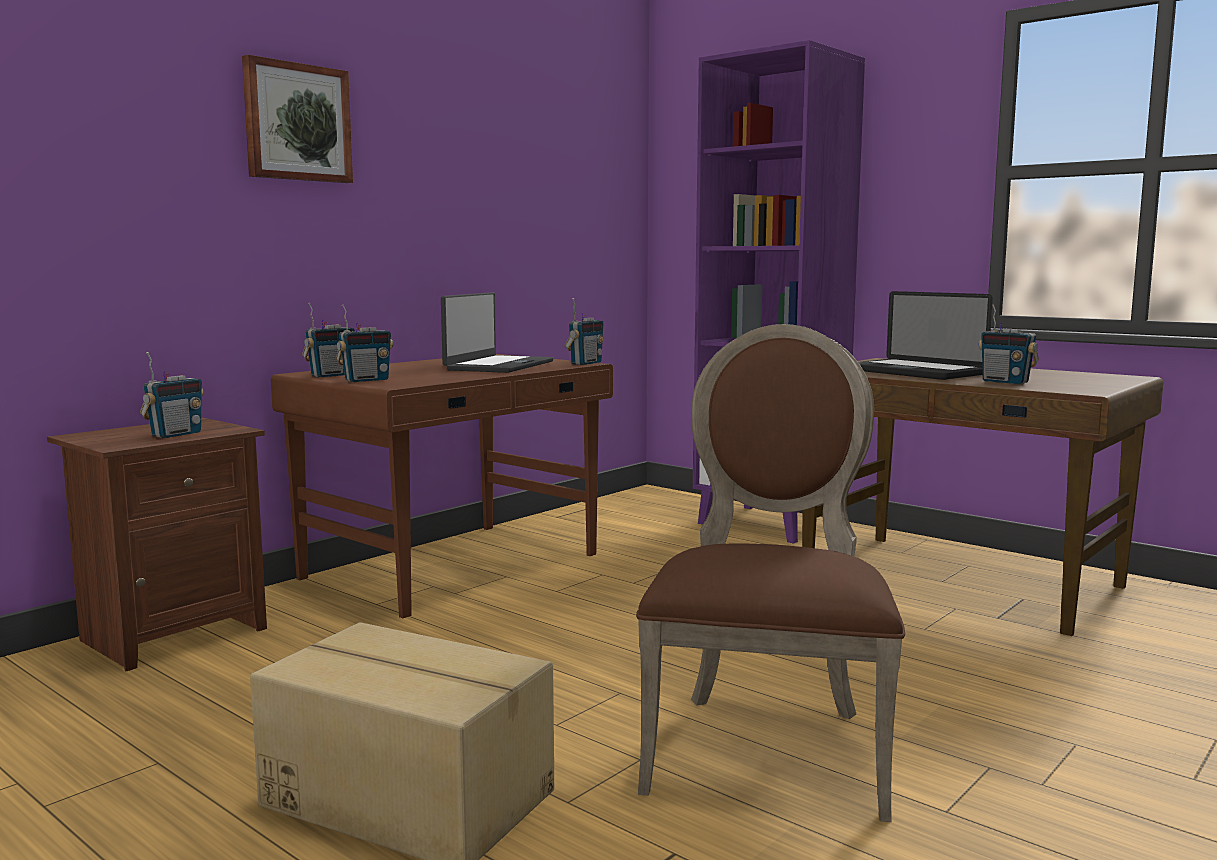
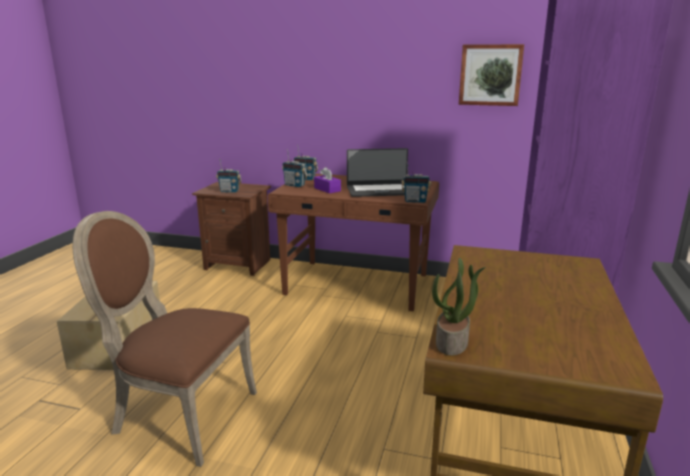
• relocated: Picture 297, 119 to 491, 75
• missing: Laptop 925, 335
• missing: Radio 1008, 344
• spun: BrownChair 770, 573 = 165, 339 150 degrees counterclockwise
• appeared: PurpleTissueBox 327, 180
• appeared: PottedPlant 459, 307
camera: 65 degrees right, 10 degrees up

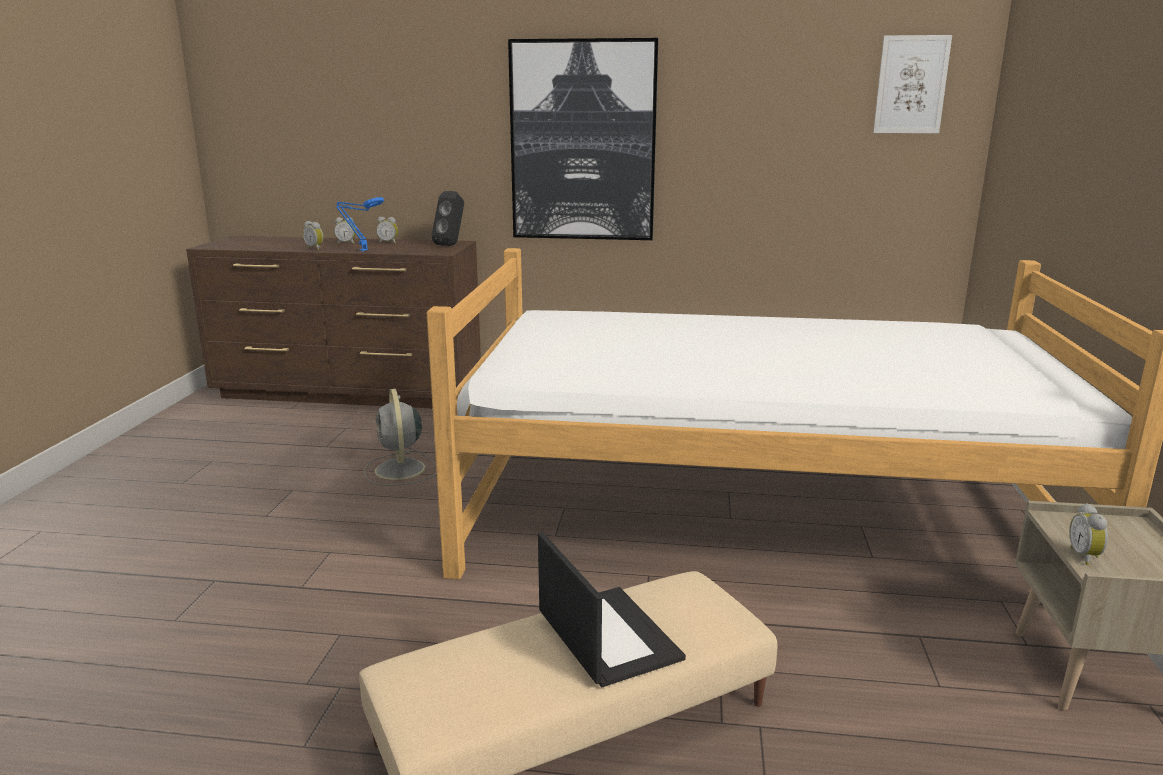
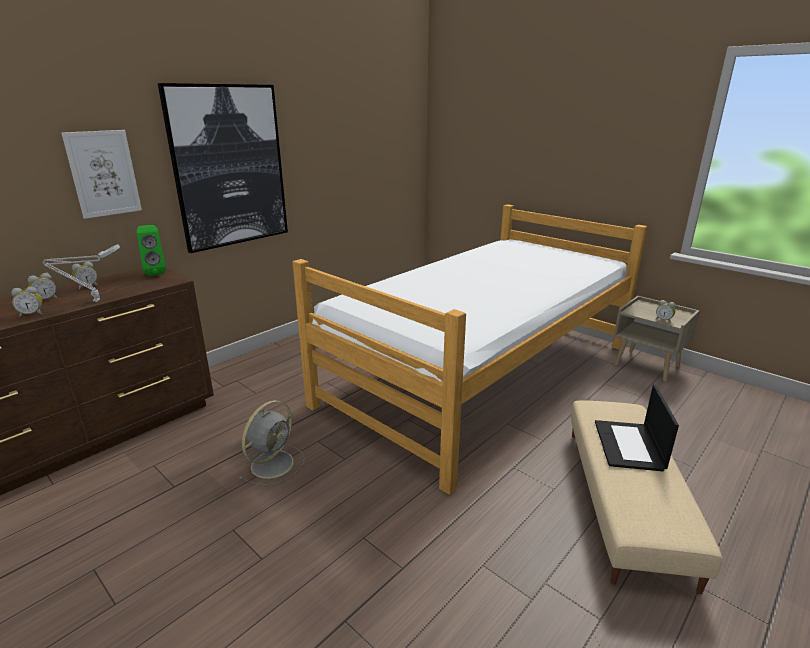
• relocated: Picture 912, 84 to 102, 174
• colour: BlackSpeaker 447, 218 to GreenSpeaker 151, 250
• colour: BlueTableLamp 360, 224 to GreyTableLamp 81, 273
• spun: GreyFan 400, 437 = 272, 442 75 degrees counterclockwise
• spun: Laptop 612, 609 = 637, 428 90 degrees counterclockwise
camera: 55 degrees left, 5 degrees up

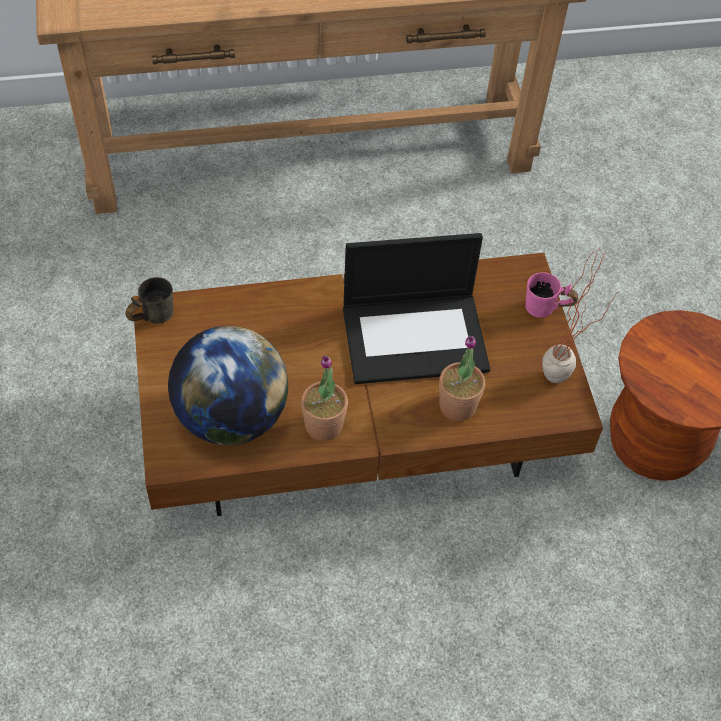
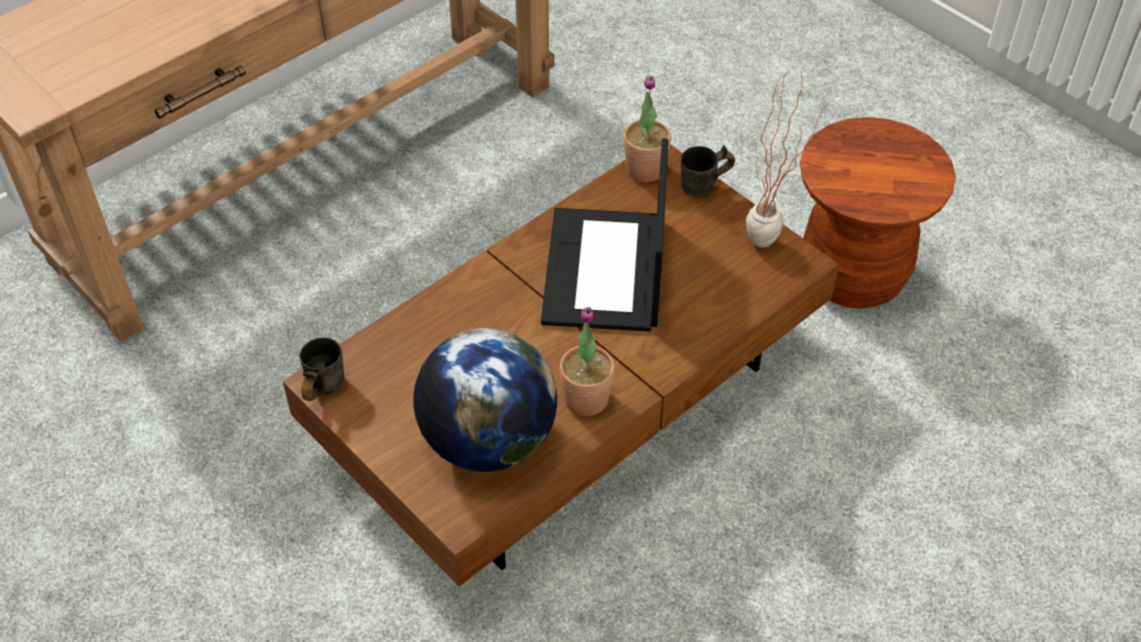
• spun: Laptop 416, 308 = 604, 234 135 degrees clockwise
• colour: PinkMug 551, 295 to GreyMug 708, 171
• relocated: PottedPlant 462, 378 to 647, 129
camera: 30 degrees left, 5 degrees down

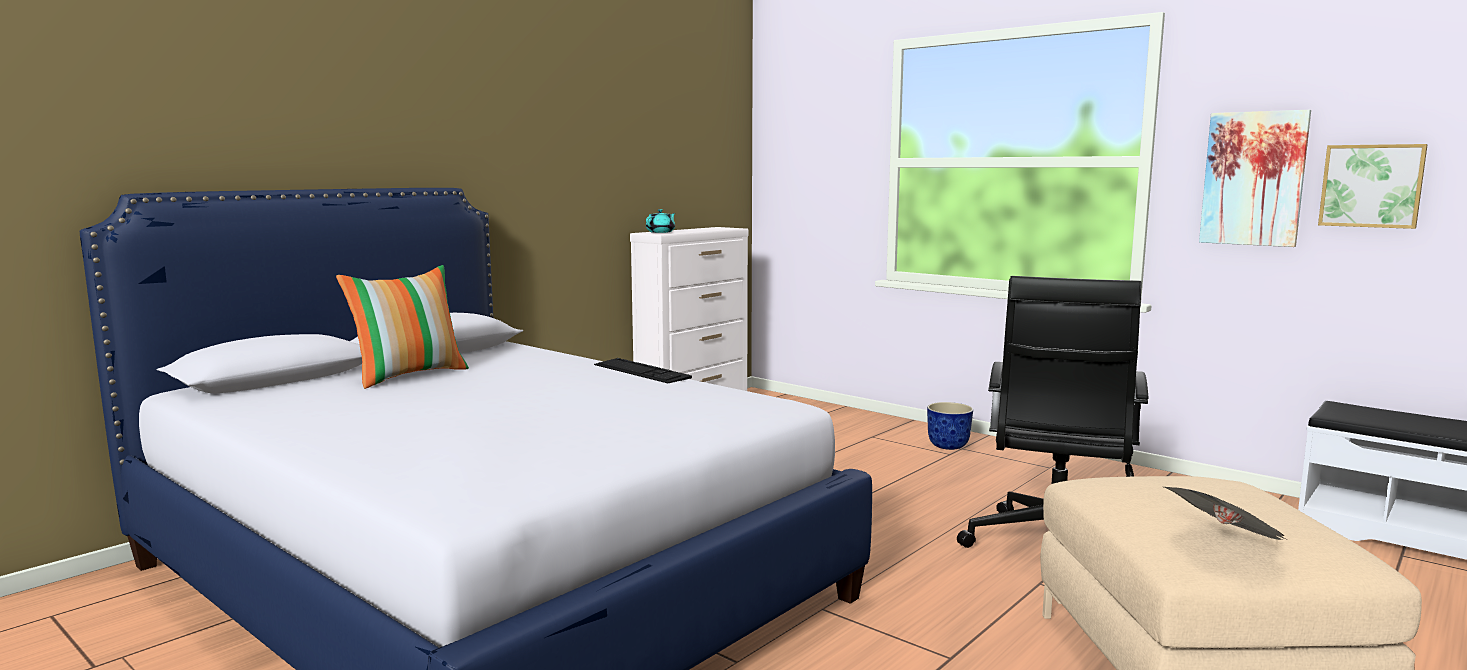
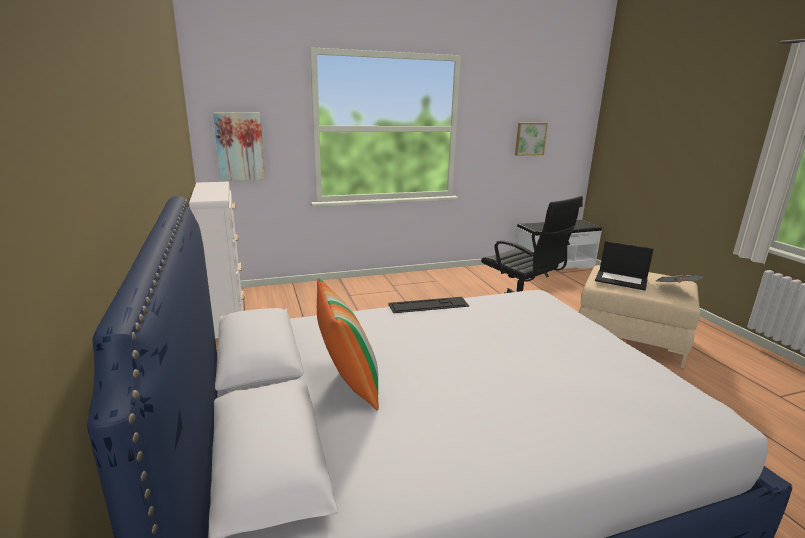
• relocated: Picture 1255, 178 to 239, 146
• missing: TurquoiseTeapot 661, 221
• missing: Planter 950, 426
• appeared: Laptop 624, 265
camera: 60 degrees left, 10 degrees up

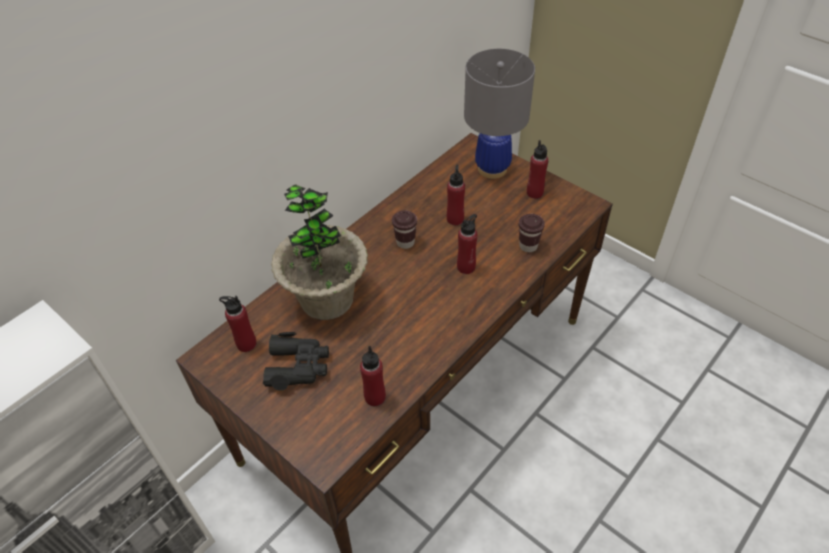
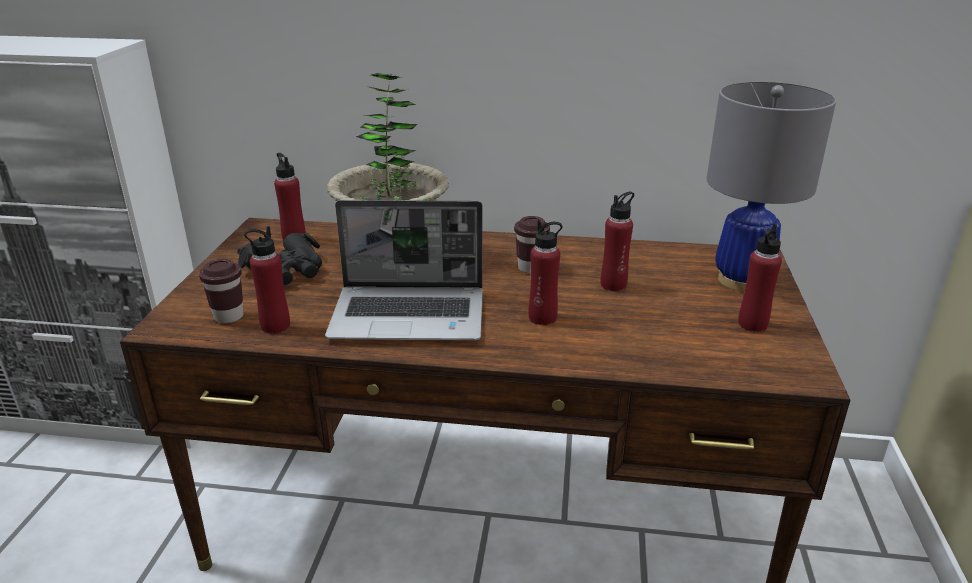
• relocated: BrownCup 532, 233 to 221, 291
• appeared: Laptop 404, 270
camera: 55 degrees right, 20 degrees down

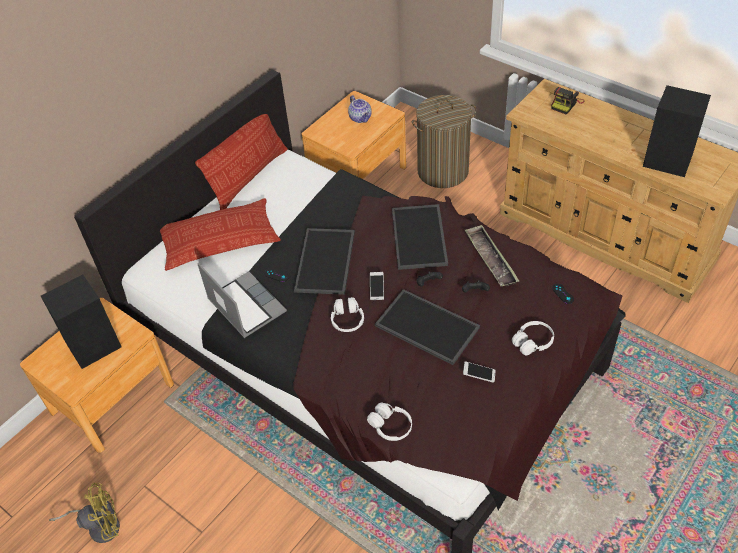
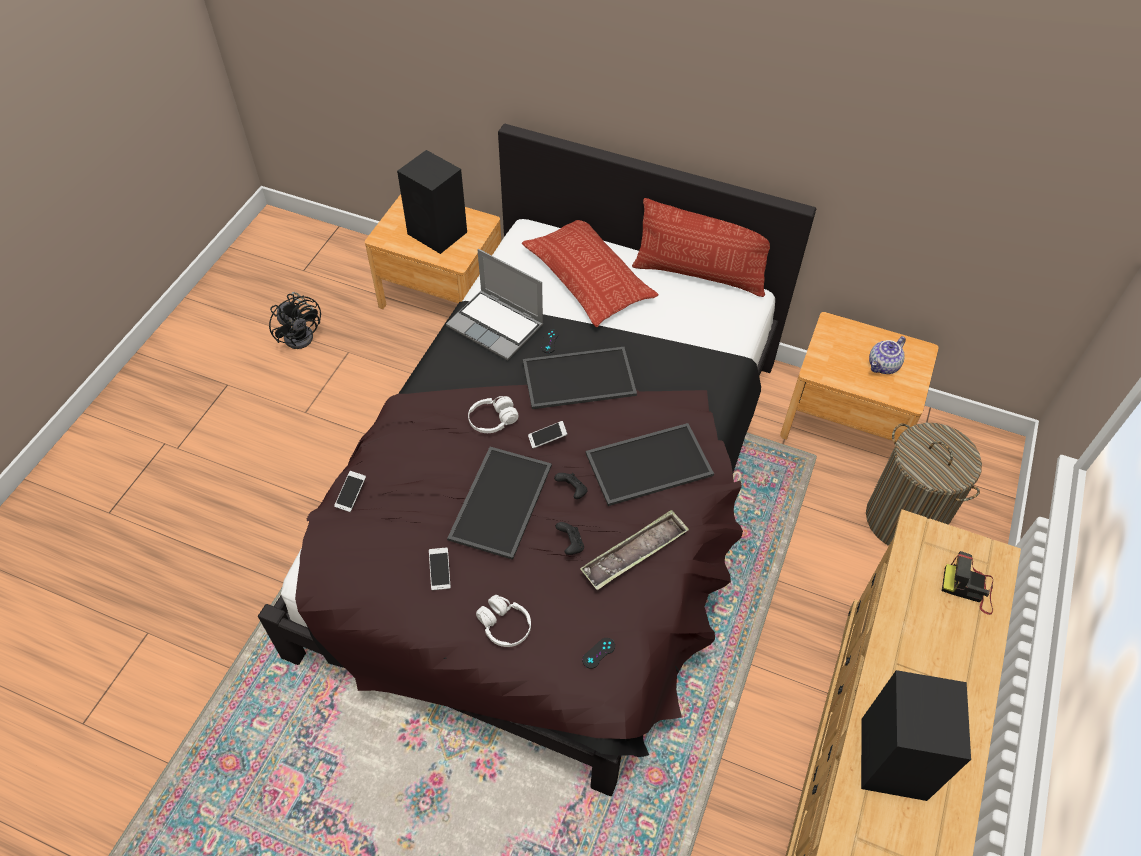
• spun: Laptop 242, 300 = 494, 304 90 degrees clockwise
• exchanged: WhiteHeadphones 389, 421 to Phone 350, 491
• colour: YellowFan 84, 513 to BlackFan 295, 320
camera: 70 degrees right, 5 degrees up

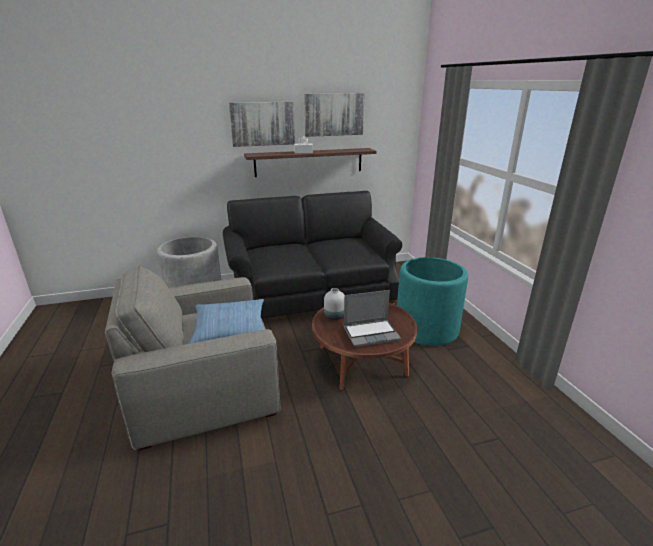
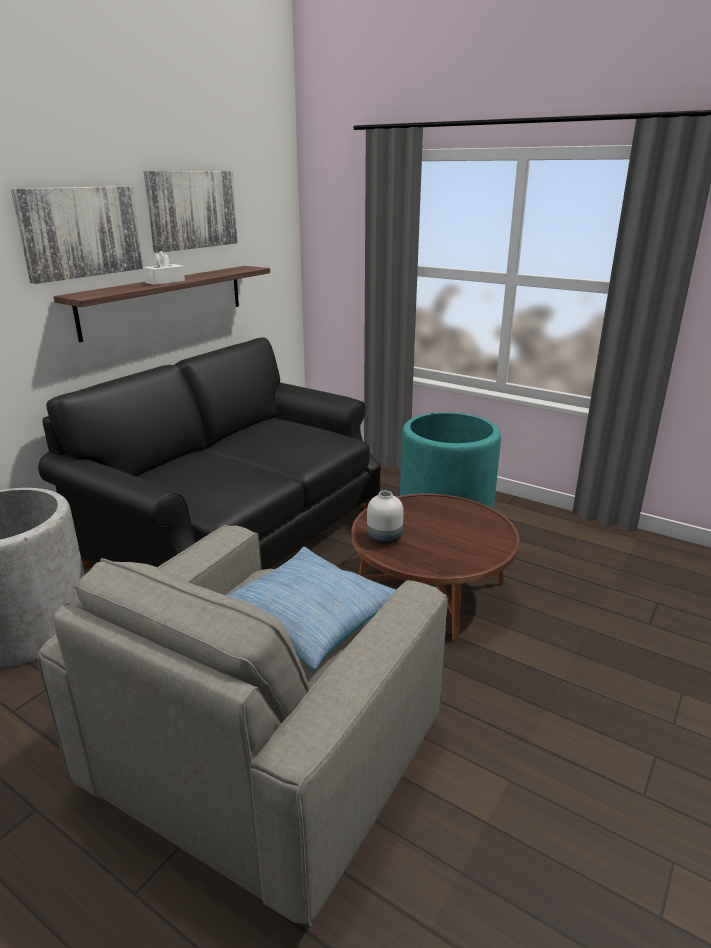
• missing: Laptop 372, 318
camera: 40 degrees left, 0 degrees up

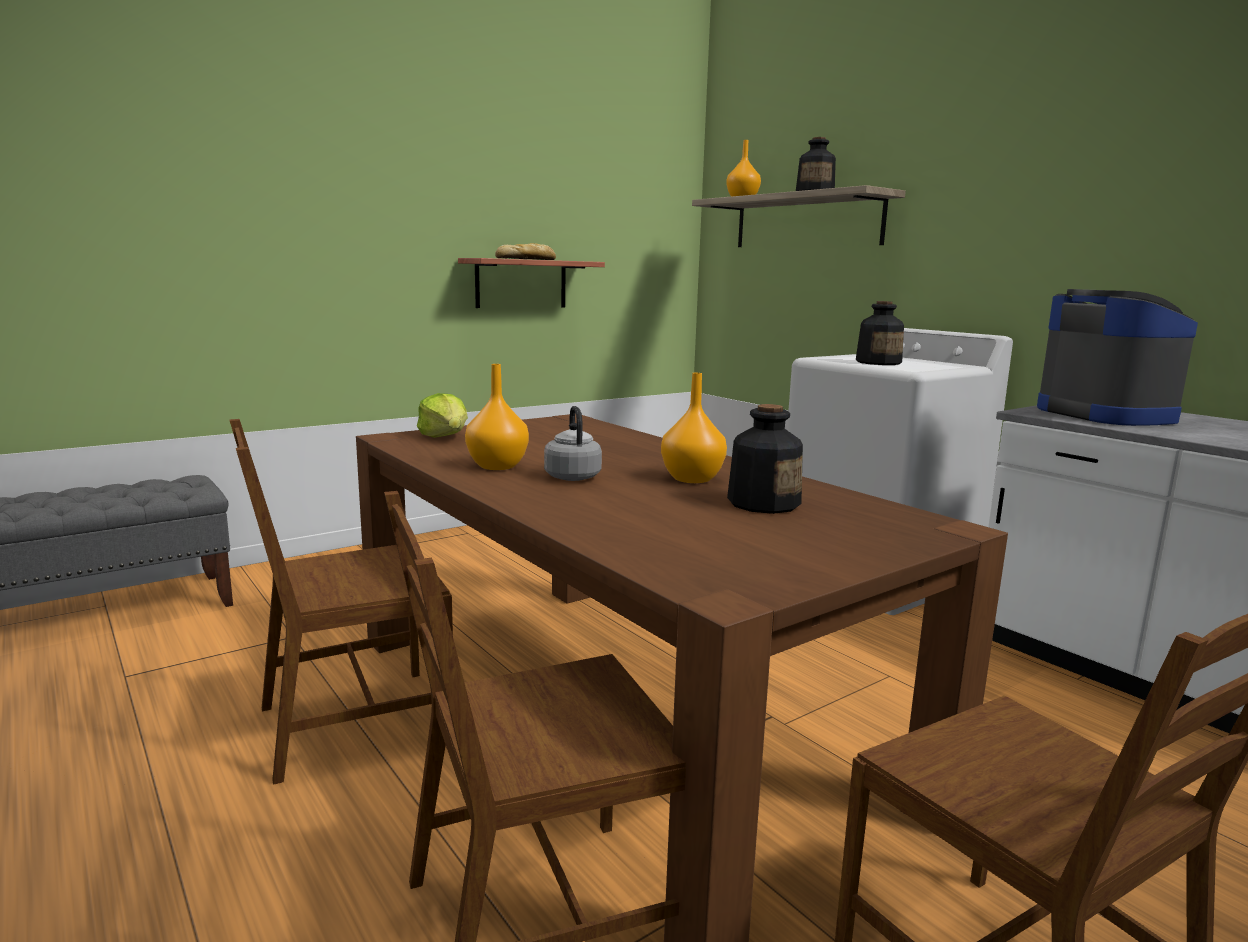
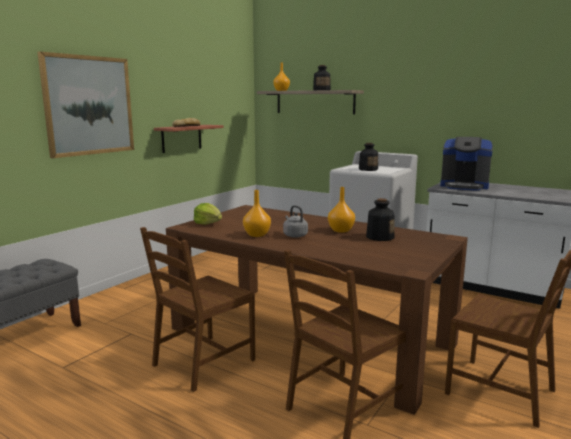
• spun: CoffeeMachine 1117, 357 = 466, 164 150 degrees clockwise
• appeared: Picture 85, 104
camera: 20 degrees left, 0 degrees up

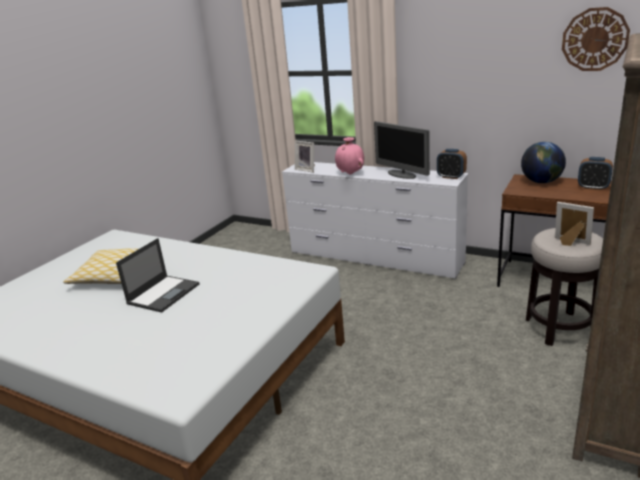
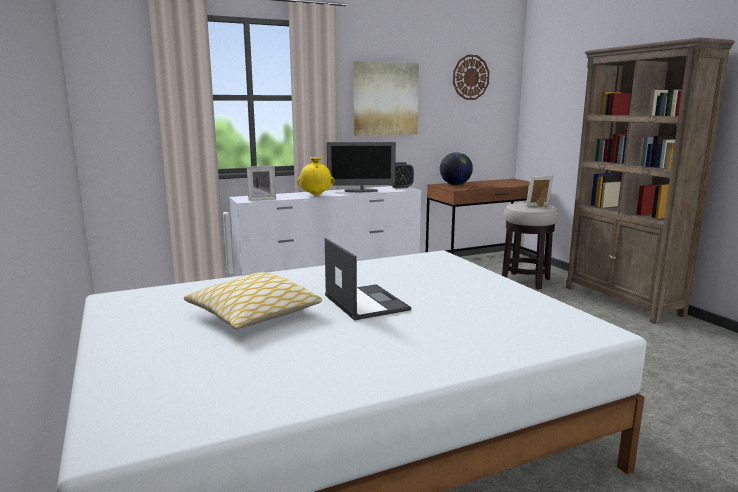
• colour: PinkVase 349, 156 to YellowVase 315, 176
• missing: AlarmClock 595, 173
• appeared: Picture 386, 98
camera: 55 degrees left, 10 degrees down

